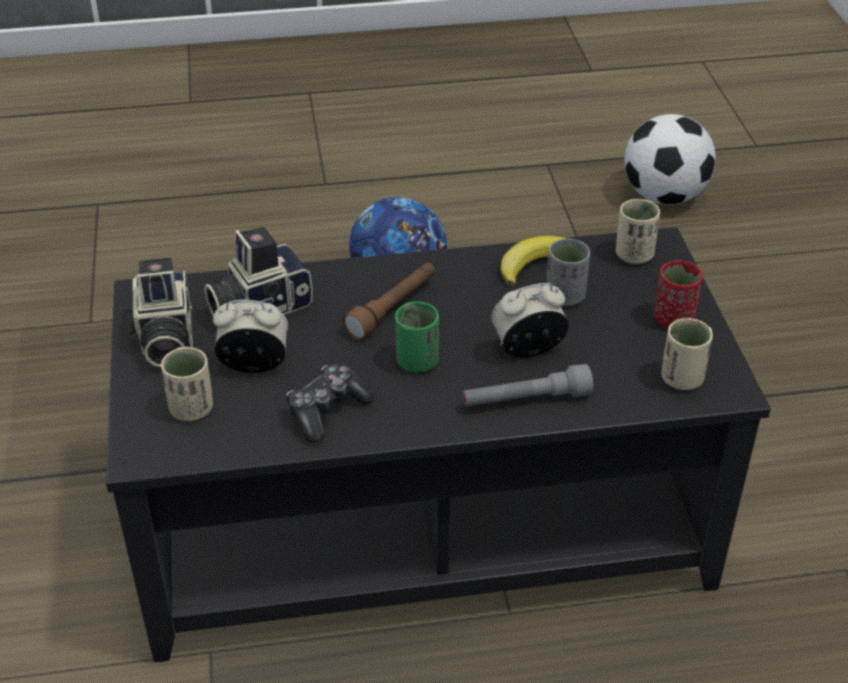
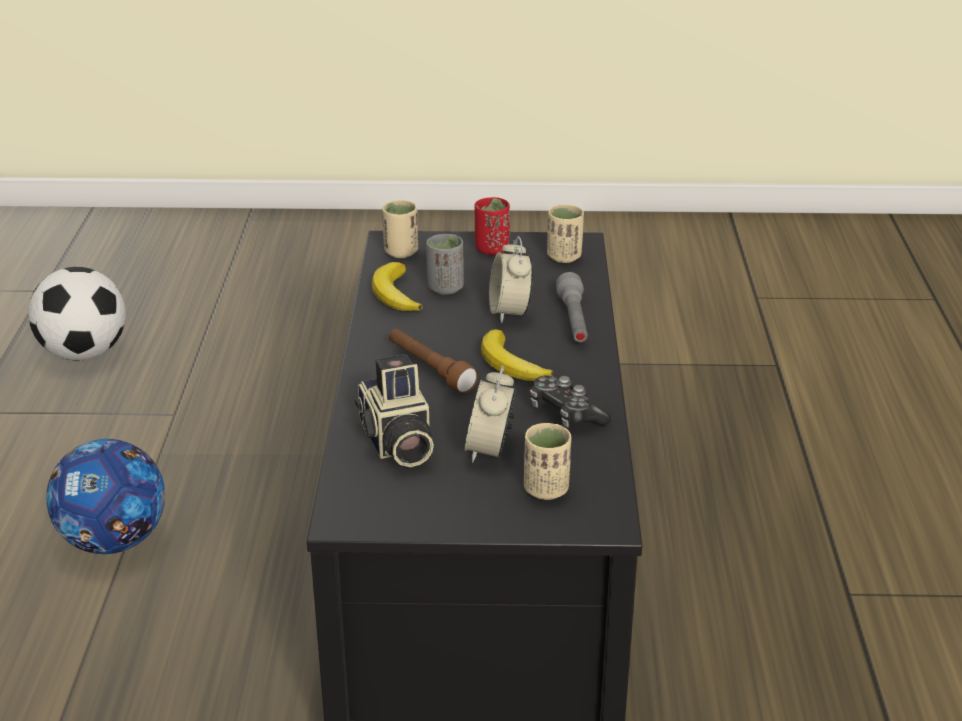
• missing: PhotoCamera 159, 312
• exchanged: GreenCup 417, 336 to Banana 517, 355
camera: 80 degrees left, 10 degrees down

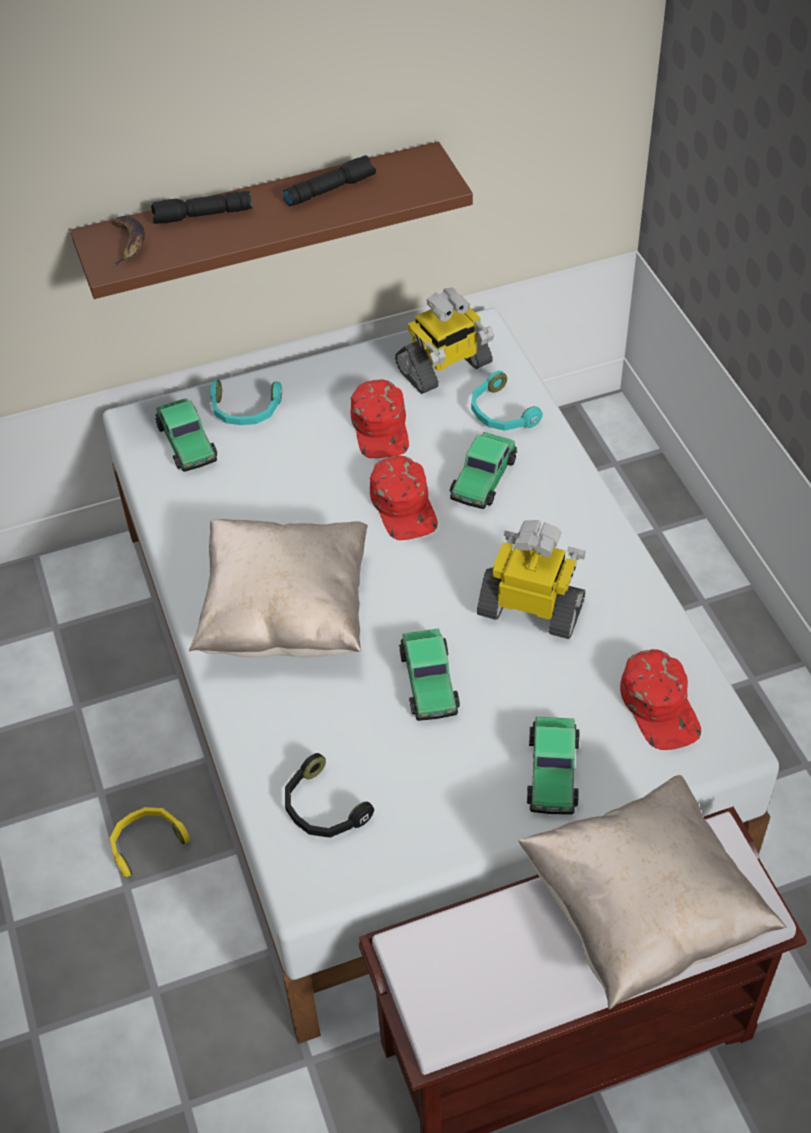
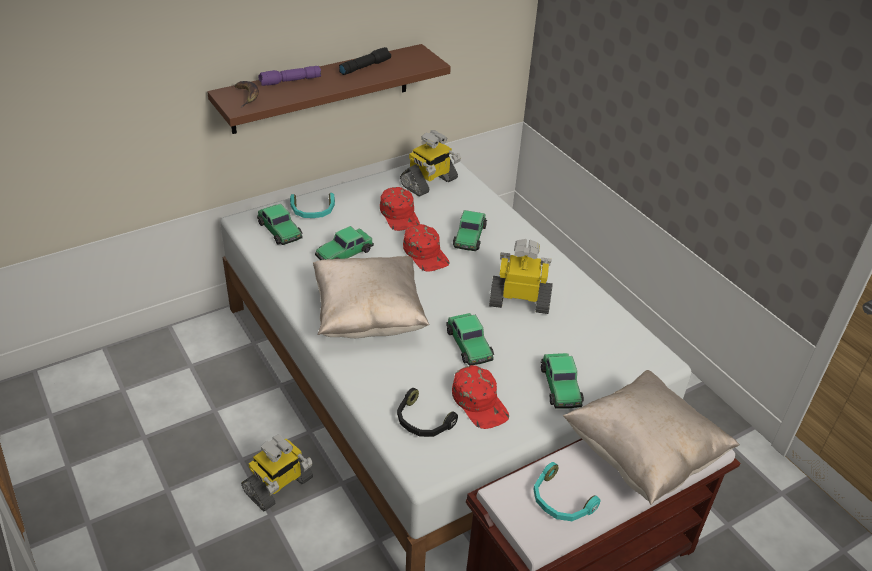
• colour: BlackFlashlight 201, 207 to PurpleFlashlight 289, 76
• relocated: TurquoiseHeadphones 507, 401 to 567, 491
• relocated: RedCap 660, 699 to 480, 397
• exchanged: YellowHeadphones 150, 842 to ToyRobot 277, 472
• appeared: ToyCar 344, 243
camera: 15 degrees left, 10 degrees down

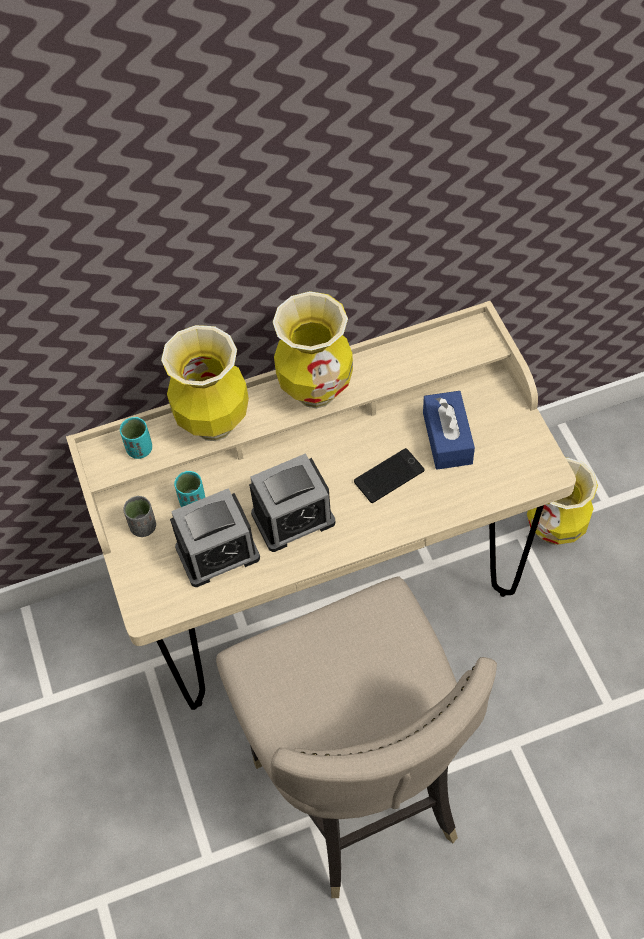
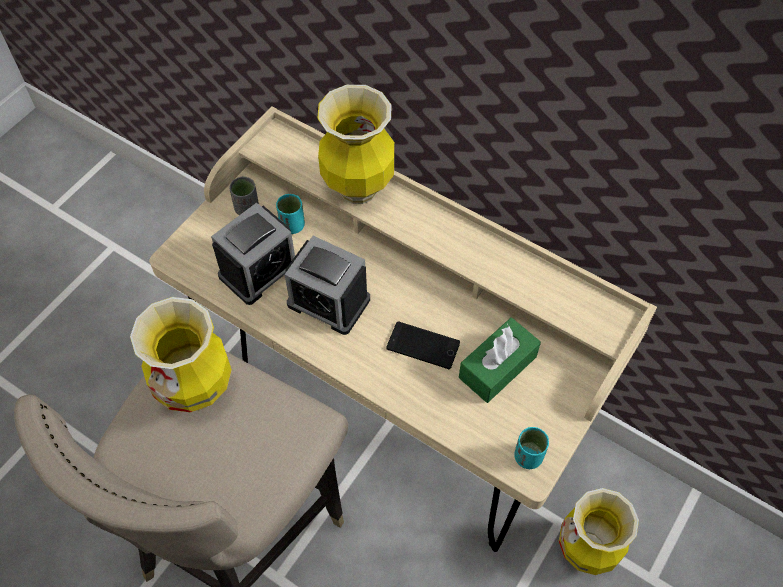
• relocated: Vase 313, 350 to 181, 354
• colour: BlueTissueBox 449, 430 to GreenTissueBox 500, 360
• relocated: TurquoiseCup 136, 438 to 531, 448
• spun: AlarmClock 215, 537 = 253, 254 75 degrees counterclockwise
camera: 50 degrees right, 0 degrees up

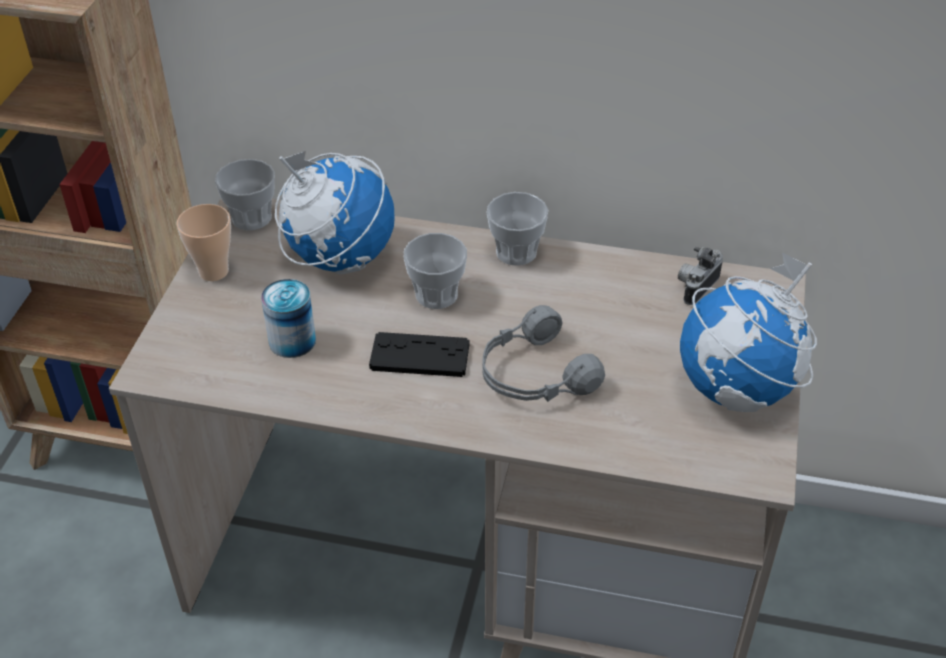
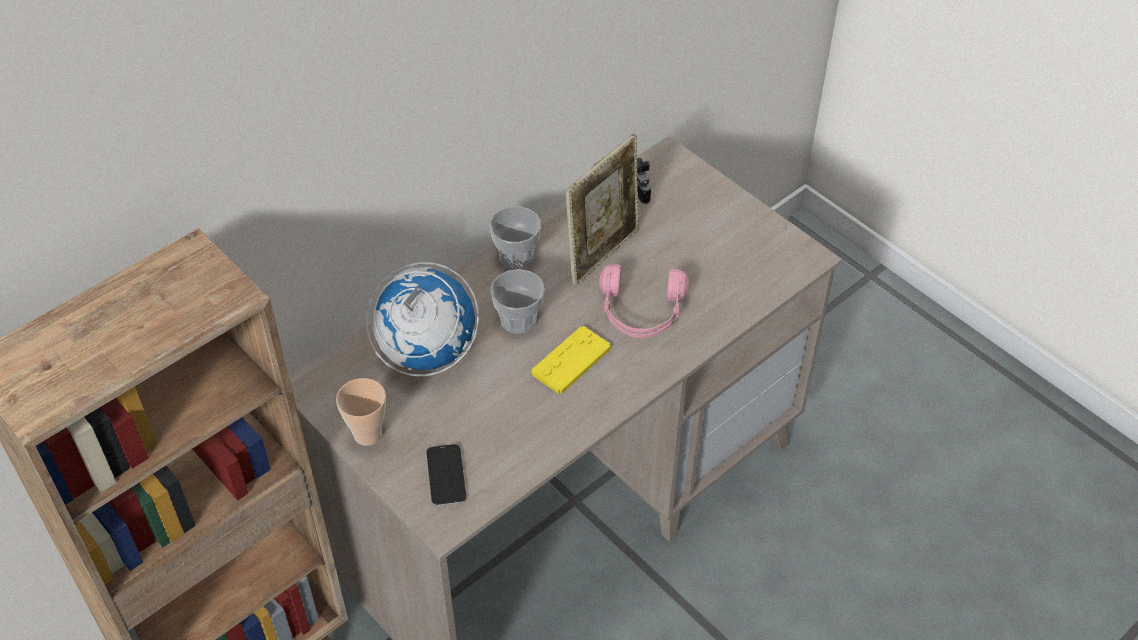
• missing: Cup 245, 194
• missing: Globe 748, 332
• missing: Can 288, 318
• colour: GreyHeadphones 543, 353 to PinkHeadphones 644, 301
• colour: BlackGameController 419, 354 to YellowGameController 571, 360
• appeared: PictureFrame 602, 210
• appeared: Phone 446, 475
camera: 55 degrees left, 5 degrees up

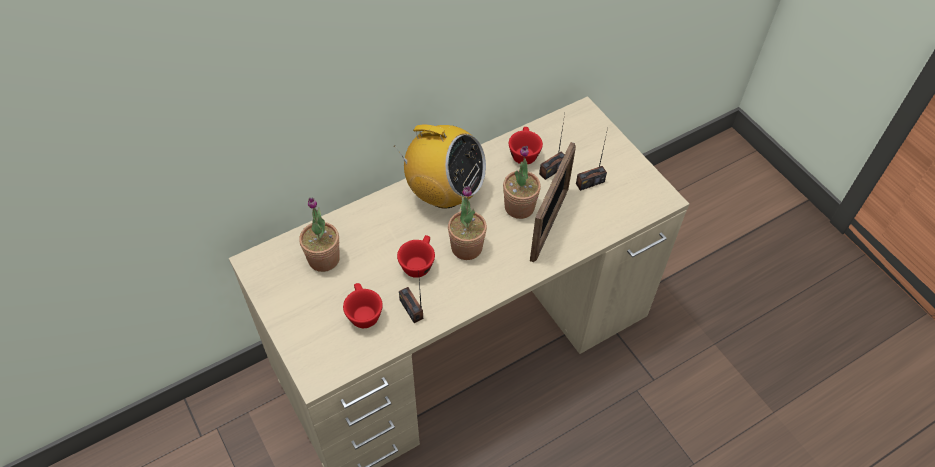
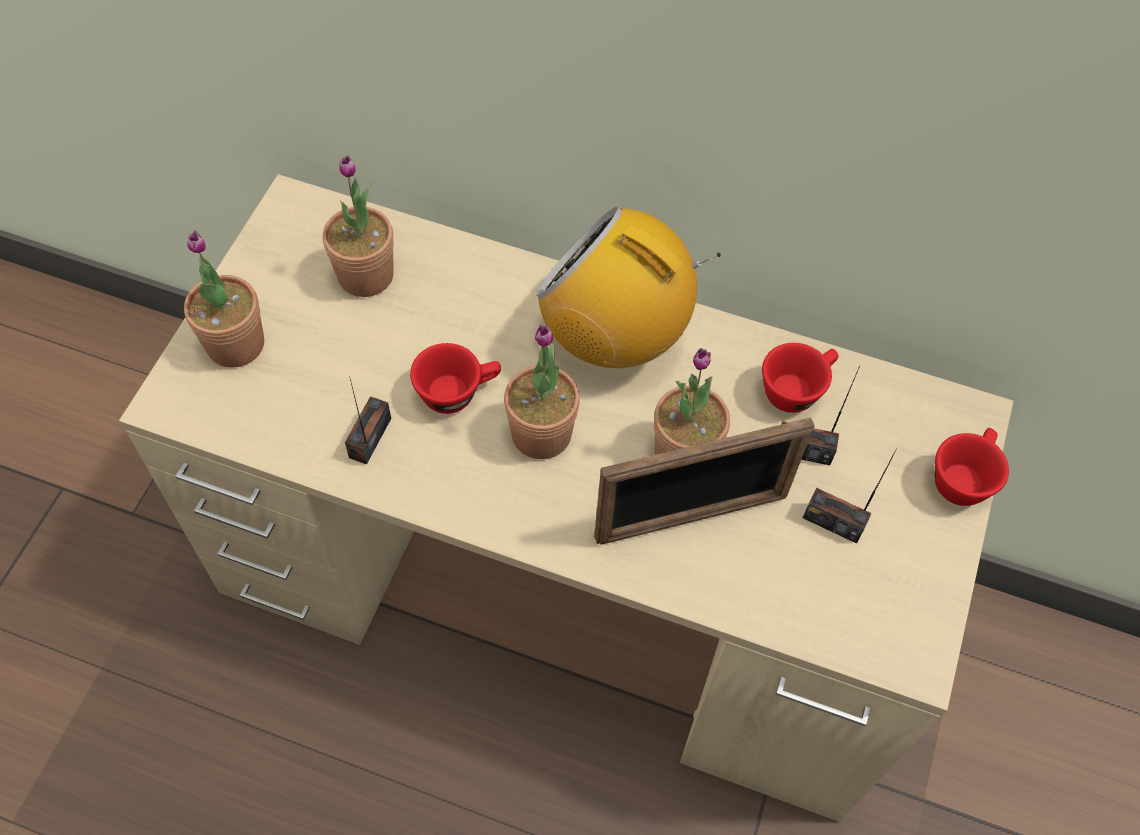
• spun: Radio 440, 167 = 628, 287 135 degrees clockwise
• relocated: RedCup 363, 305 to 971, 467
• appeared: PottedPlant 224, 299
camera: 50 degrees right, 5 degrees up

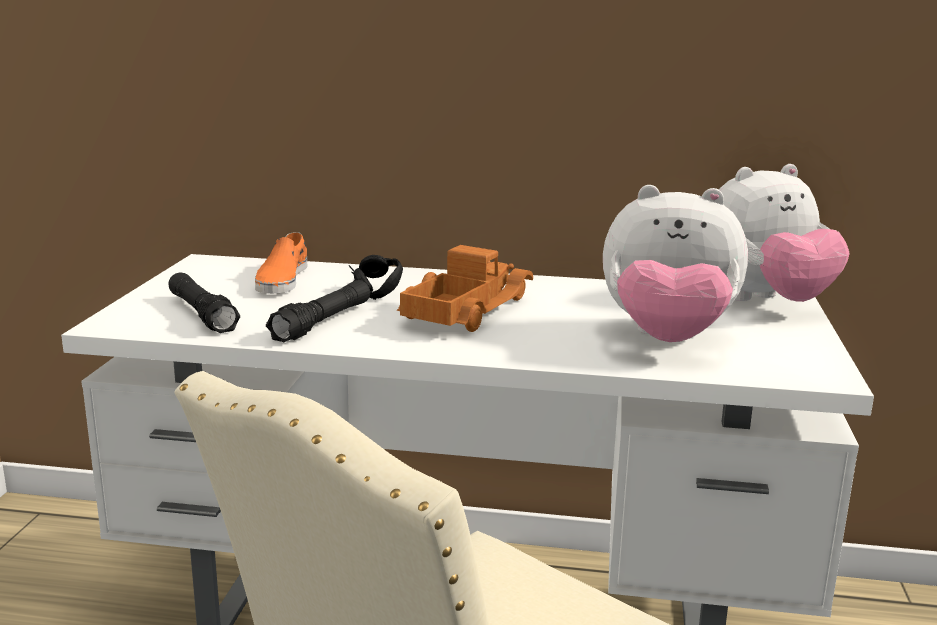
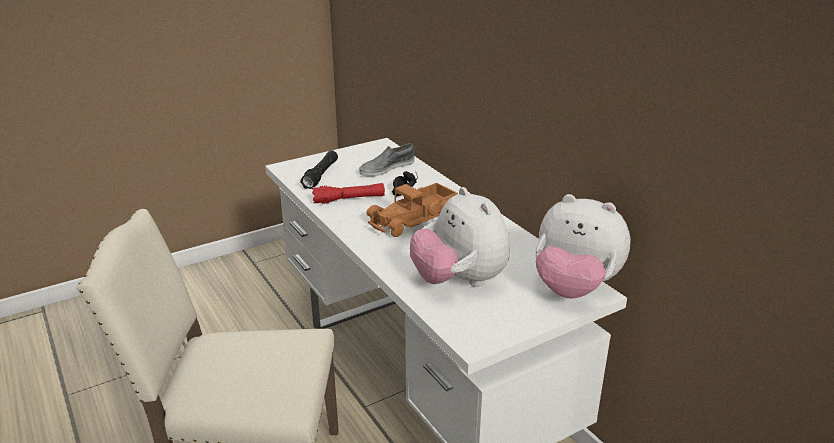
• colour: OrangeShoe 281, 263 to GreyShoe 386, 160
• spun: ToyTruck 465, 288 = 412, 210 150 degrees clockwise
• colour: BlackFlashlight 318, 311 to RedFlashlight 348, 193
camera: 50 degrees right, 10 degrees up

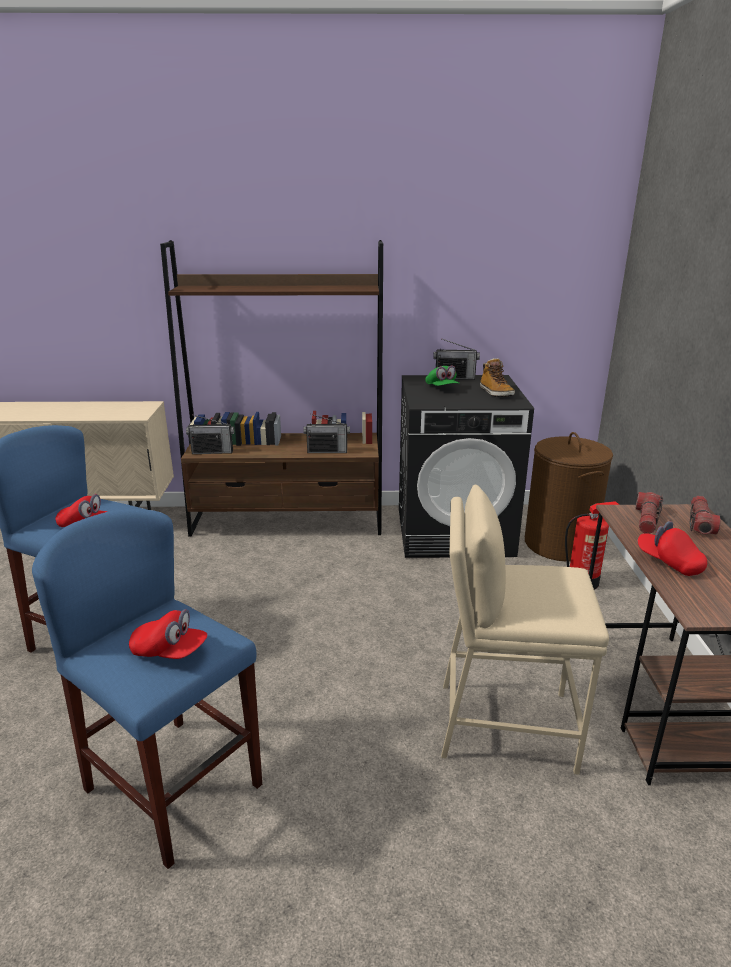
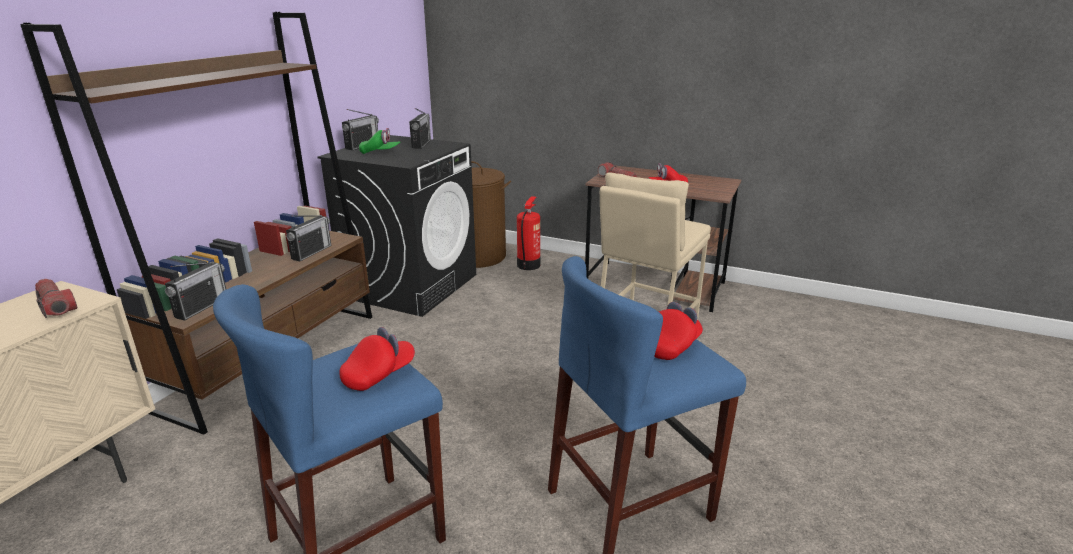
• exchanged: Boot 497, 377 to Radio 420, 128
• relocated: Flashlight 705, 515 to 56, 298
camera: 65 degrees left, 0 degrees up

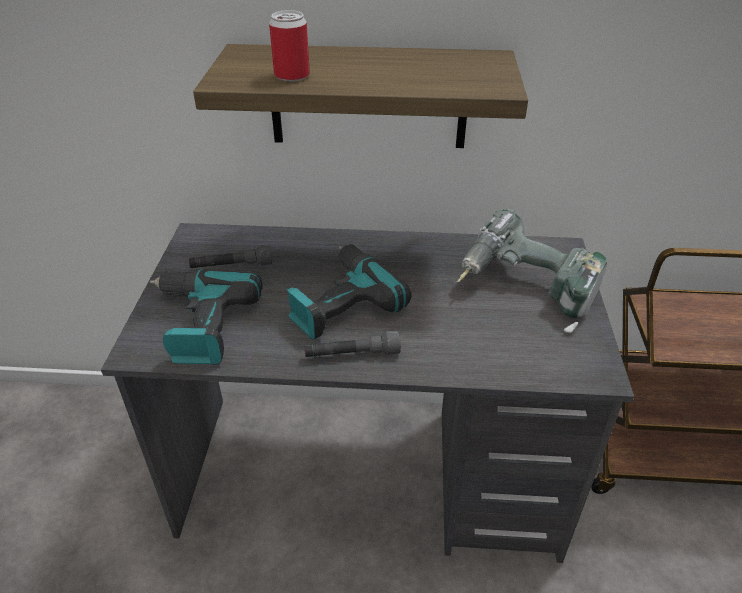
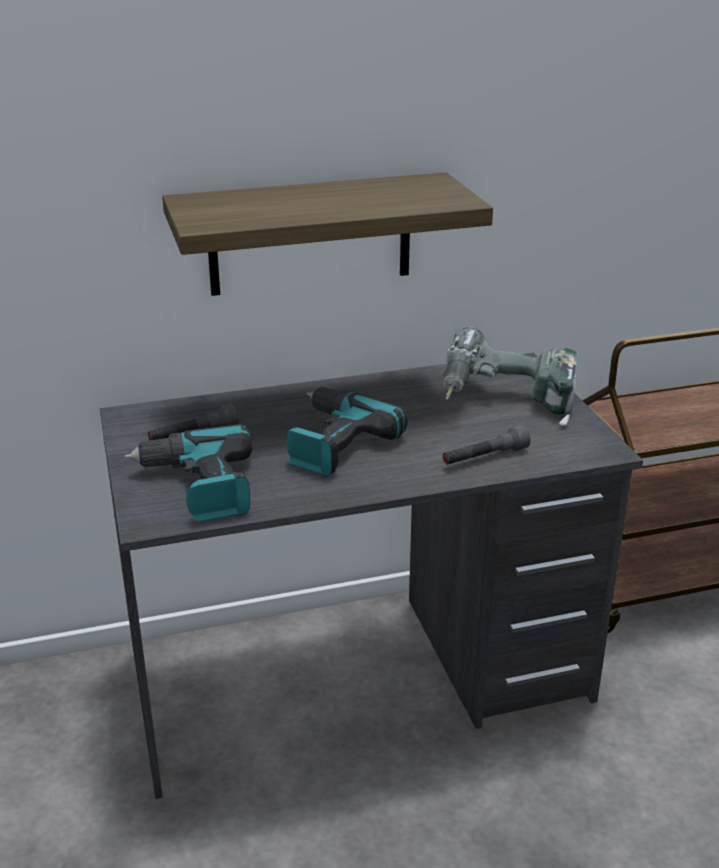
• missing: Can 289, 45
• relocated: GreyFlashlight 352, 344 to 487, 445
camera: 20 degrees left, 10 degrees down

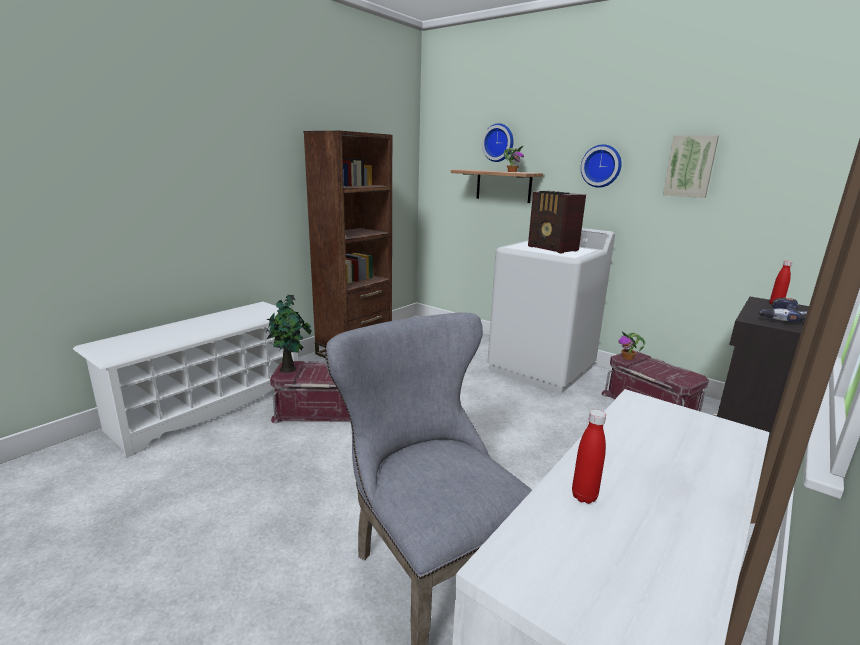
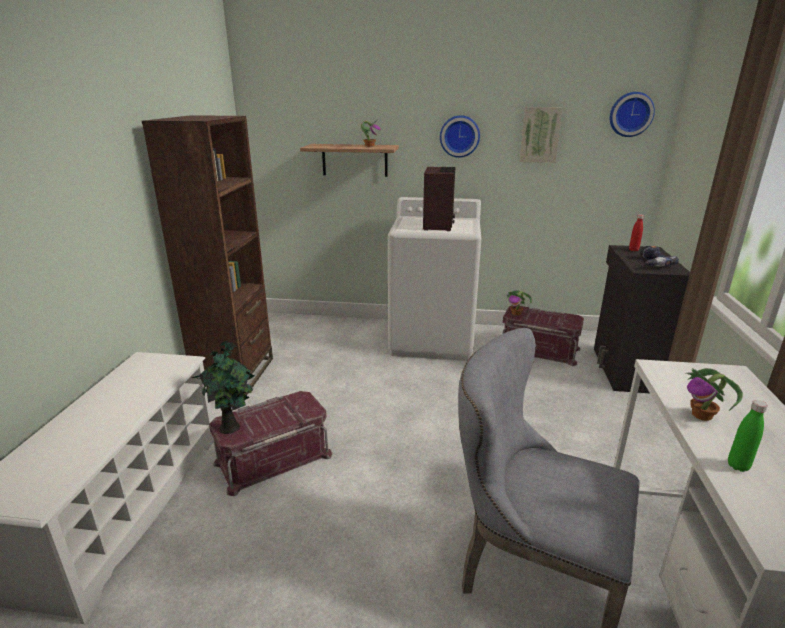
• relocated: WallClock 498, 142 to 632, 114
• spun: Radio 557, 222 = 439, 199 105 degrees counterclockwise
• colour: RedBottle 589, 456 to GreenBottle 748, 436
• appeared: PottedPlant 714, 394
camera: 30 degrees left, 5 degrees up

